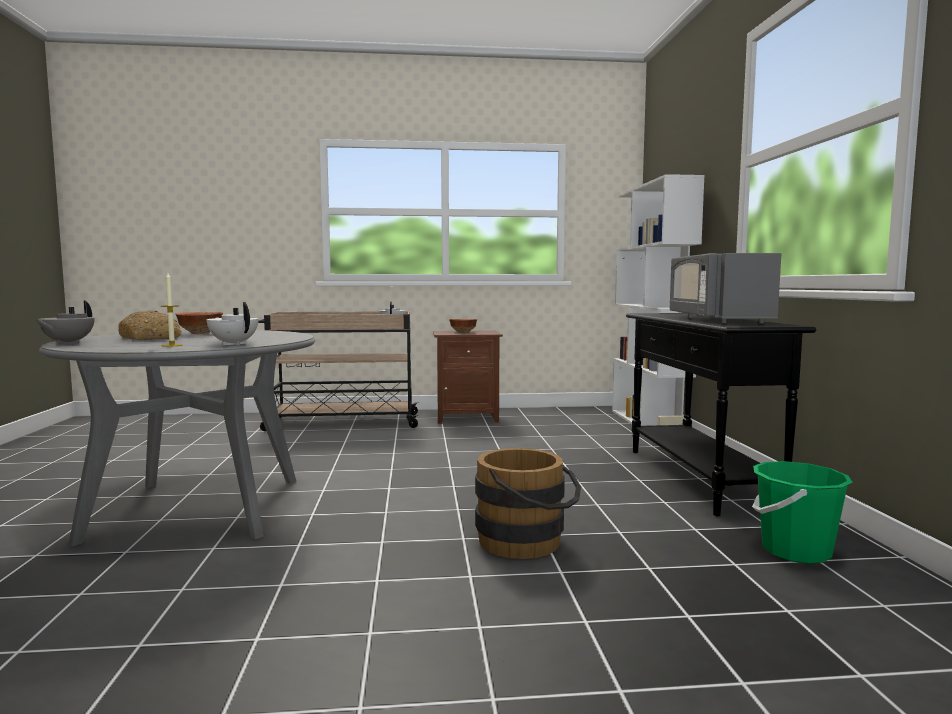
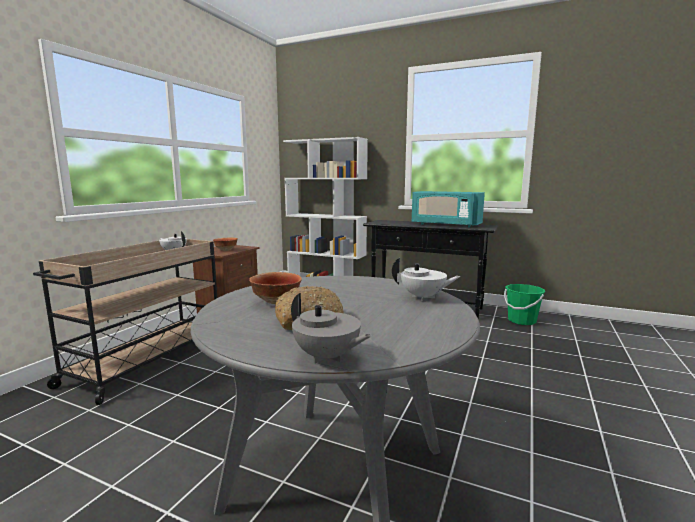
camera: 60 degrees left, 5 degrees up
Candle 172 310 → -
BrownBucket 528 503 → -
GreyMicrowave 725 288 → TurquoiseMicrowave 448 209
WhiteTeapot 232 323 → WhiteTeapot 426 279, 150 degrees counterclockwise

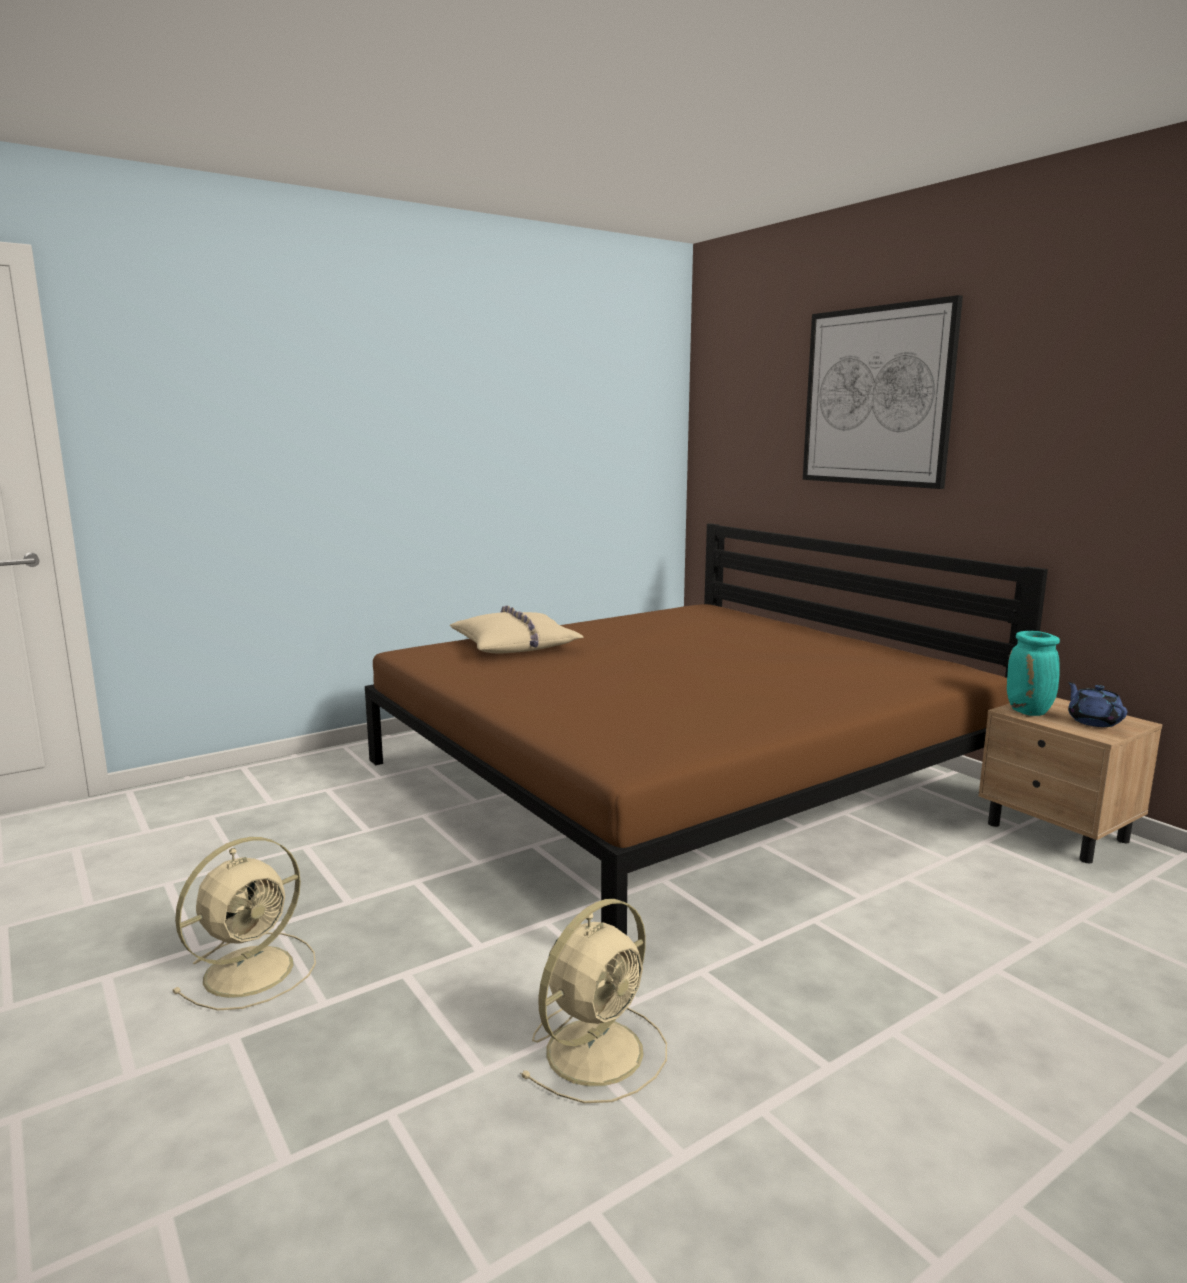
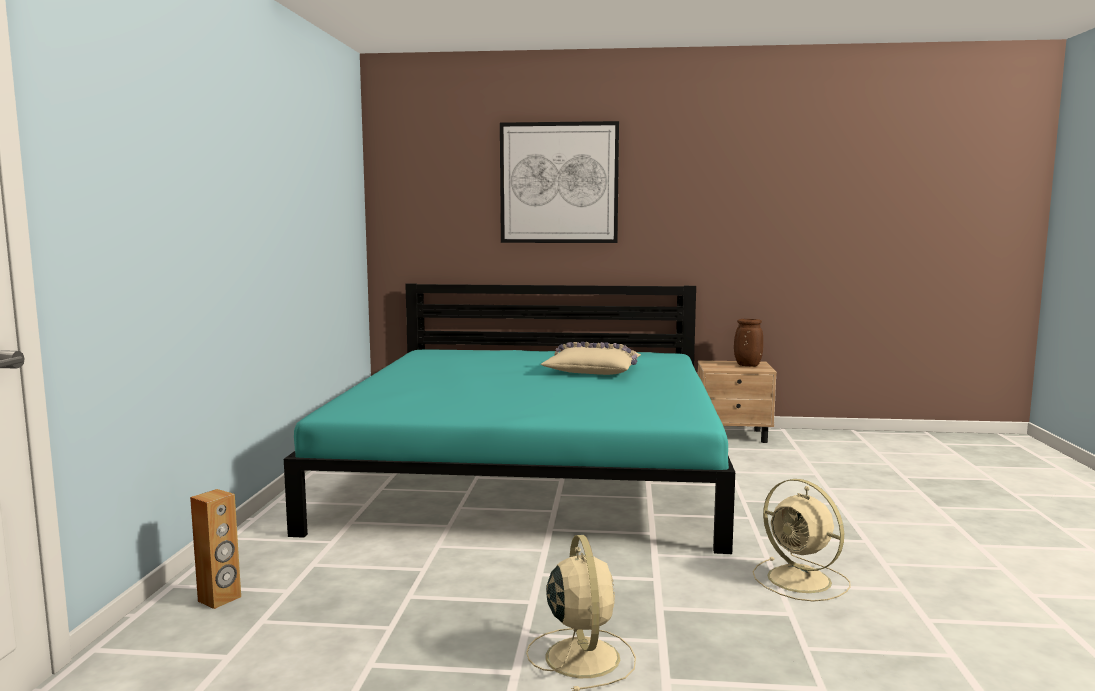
camera: 50 degrees left, 5 degrees down
TurquoiseVase 1033 673 → -
- → BrownSpeaker 215 549
BeigePillow 517 629 → BeigePillow 591 358, shifted
BlueTeapot 1097 704 → BrownVase 748 343
BrownBed 706 729 → TurquoiseBed 509 418
BeigeFan 593 1001 → BeigeFan 802 540, 150 degrees clockwise

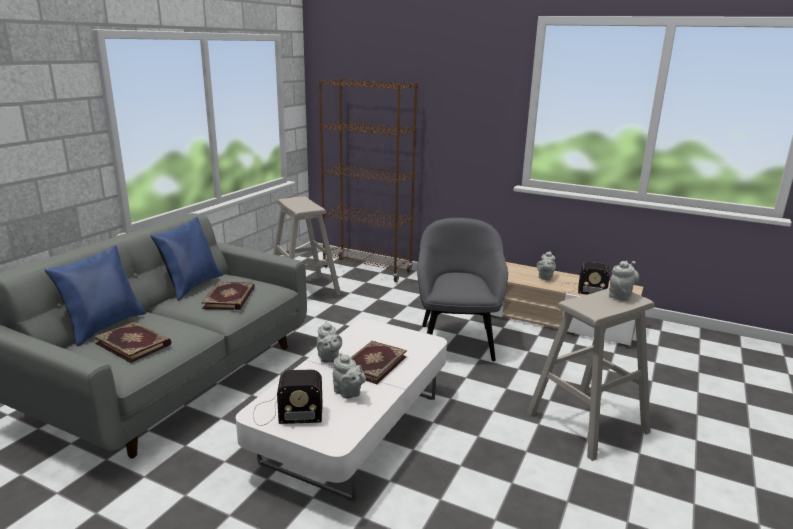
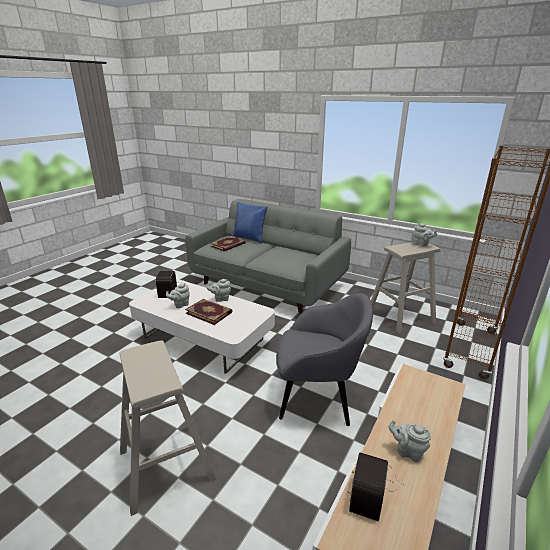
camera: 95 degrees right, 5 degrees up
BluePillow 187 259 → -
Book 228 295 → -
GreyTeapot 624 280 → GreyTeapot 425 234, shifted

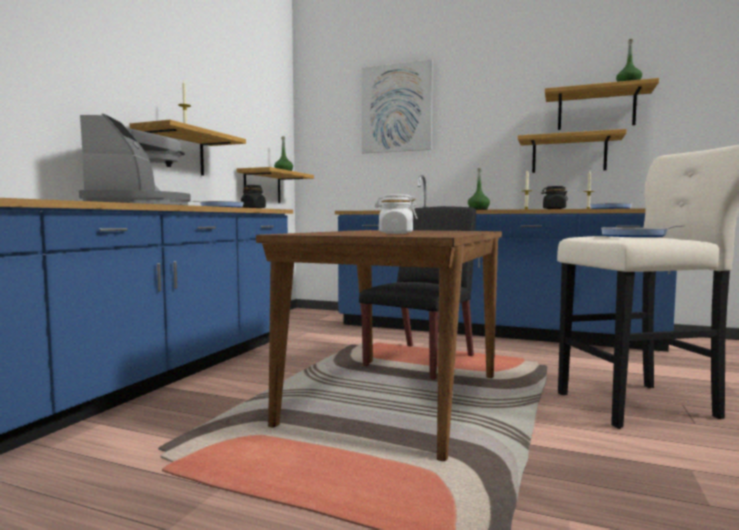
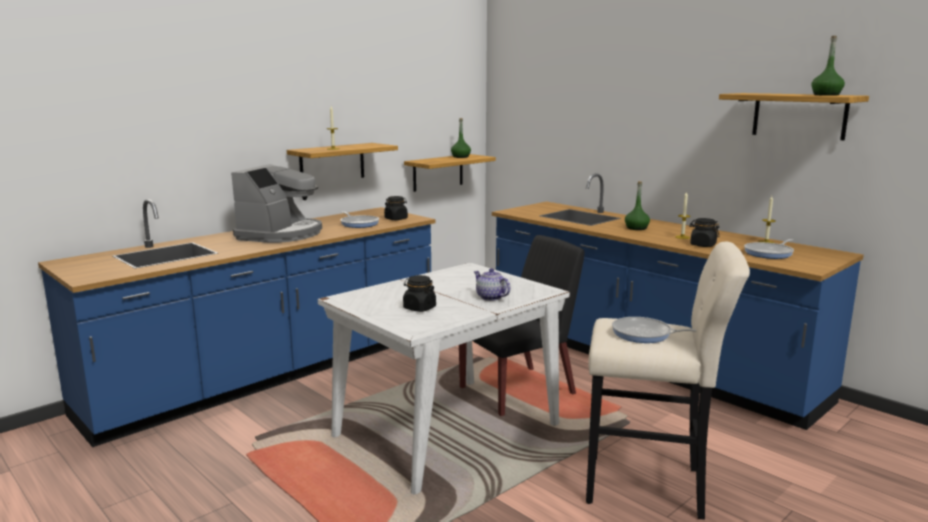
camera: 25 degrees right, 10 degrees up
Picture 397 106 → -
Shelf 572 151 → -
- → Teapot 492 284
BrownDiningTable 379 345 → WhiteDiningTable 444 378
WhiteJar 396 214 → BlackJar 419 293

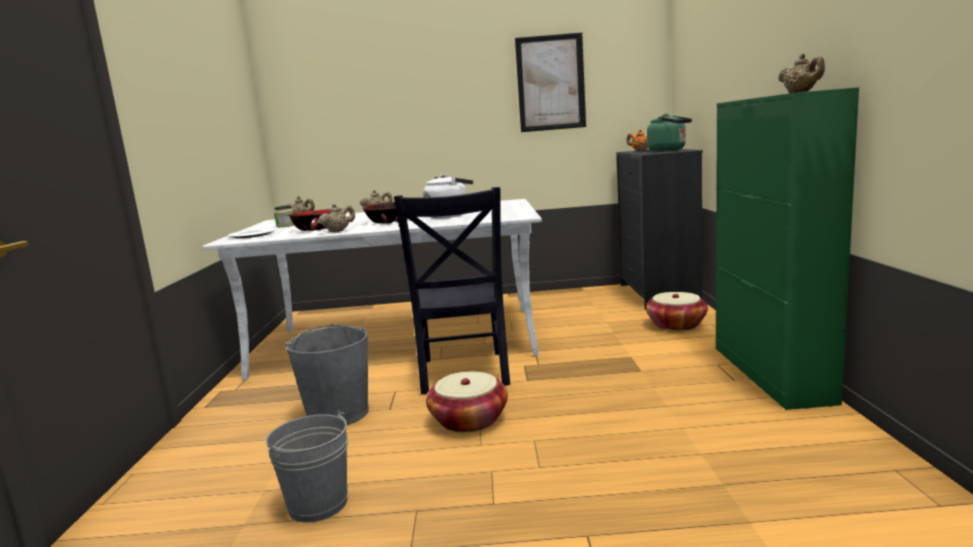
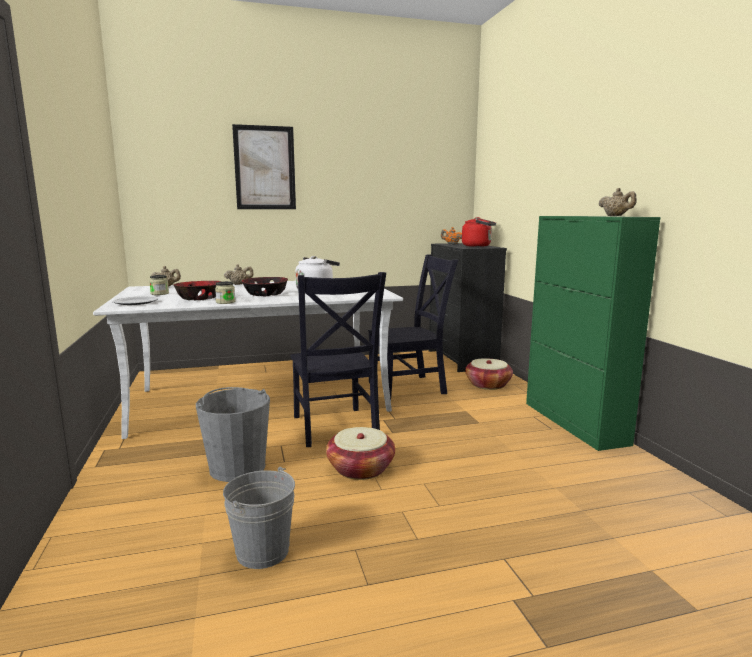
camera: 15 degrees left, 0 degrees up
- → BlackChair 413 326
Picture 550 82 → Picture 264 166, shifted
BeigeTeapot 337 218 → Jar 225 292
GreenKettle 669 133 → RedKettle 479 232

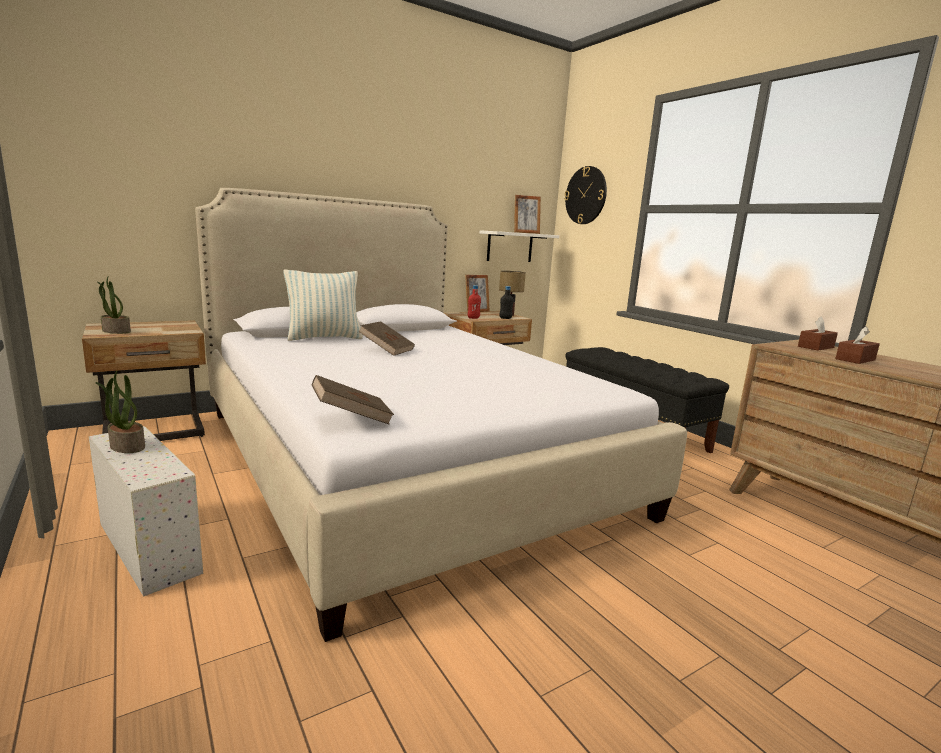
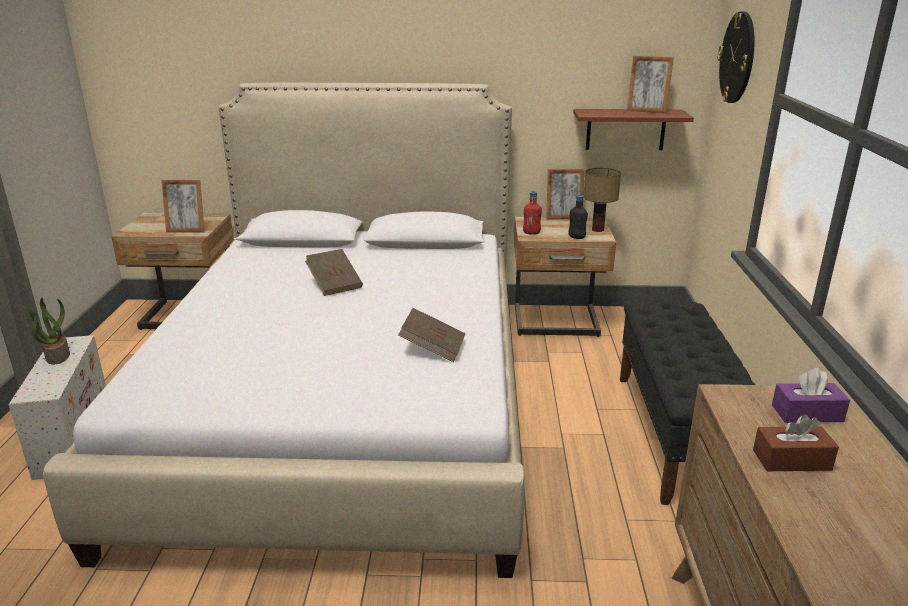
camera: 35 degrees right, 10 degrees up
PottedPlant 114 305 → -
Pillow 323 305 → -
- → PictureFrame 182 206
BrownBook 353 400 → BrownBook 432 335, shifted
WhiteShelf 519 246 → BrownShelf 633 129
BrownTissueBox 818 333 → PurpleTissueBox 811 395

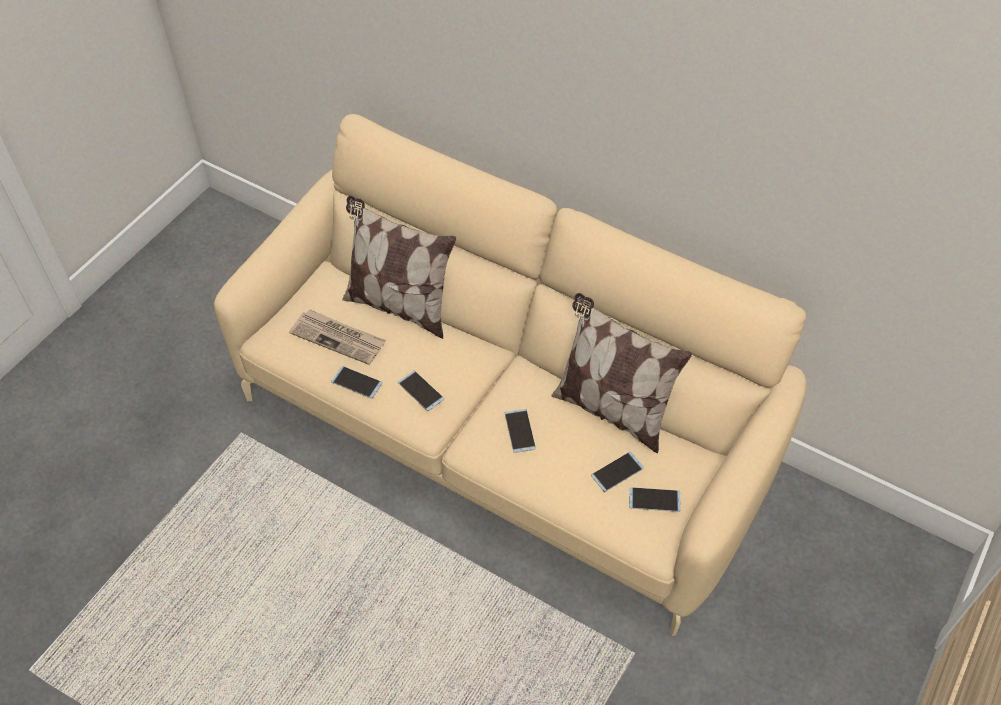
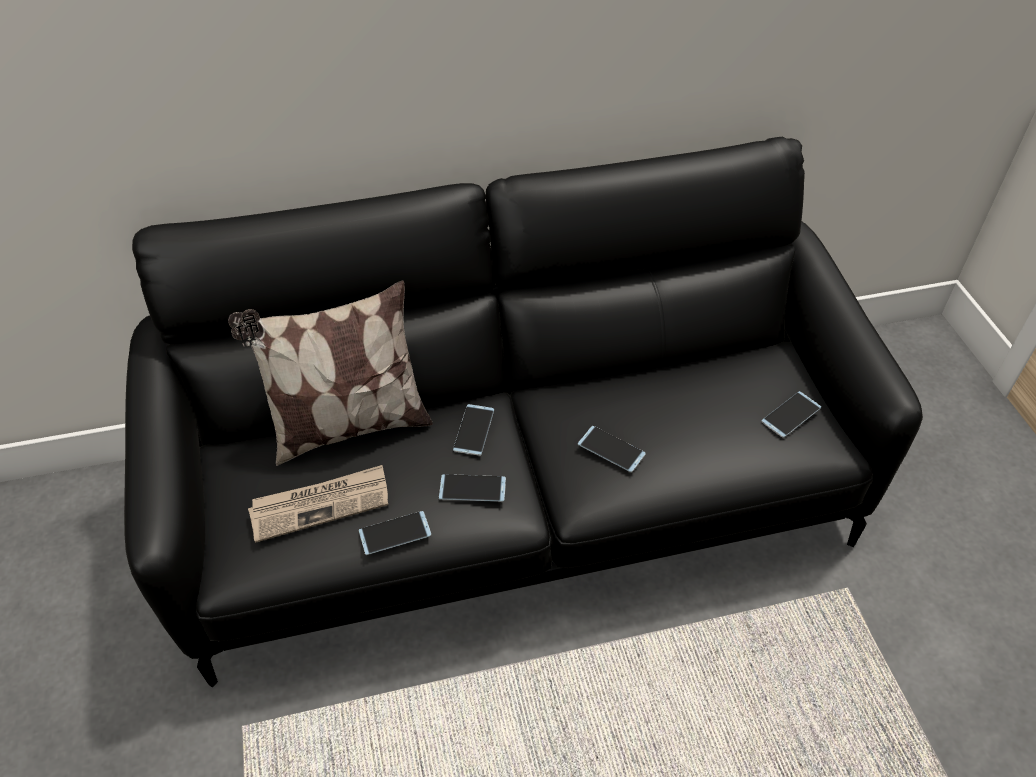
camera: 45 degrees left, 5 degrees down
Pillow 621 373 → -
Phone 617 472 → Phone 473 430, shifted
BeigeSofa 510 375 → BlackSofa 523 412

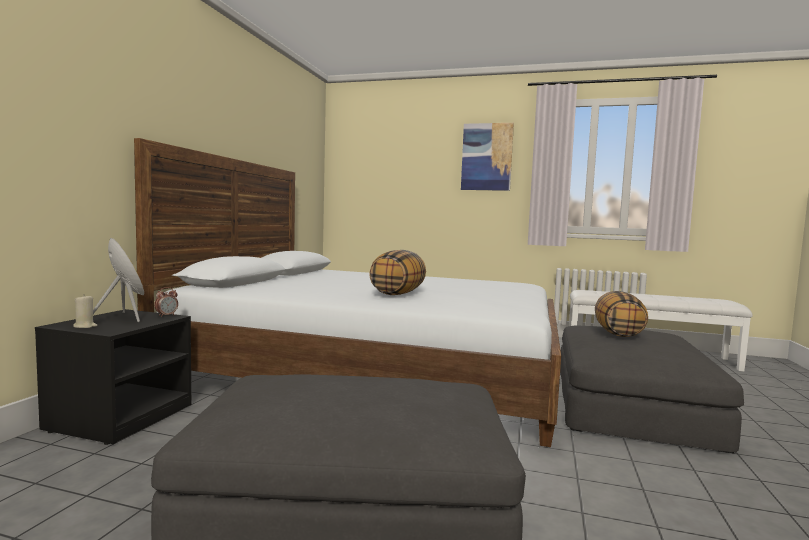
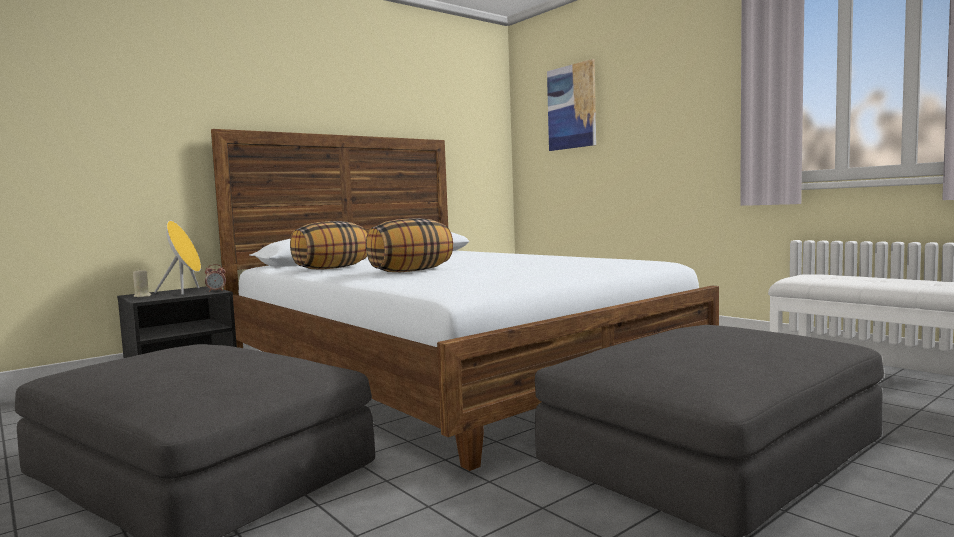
camera: 35 degrees right, 0 degrees up
Picture 487 157 → Picture 571 105, shifted
Pillow 621 314 → Pillow 329 245, shifted

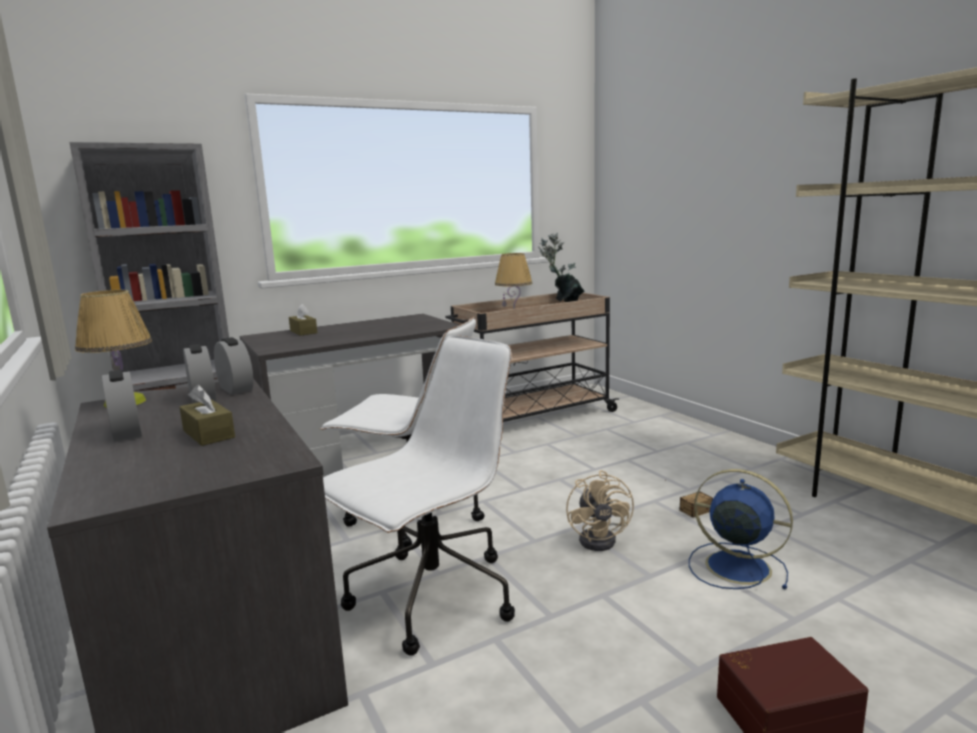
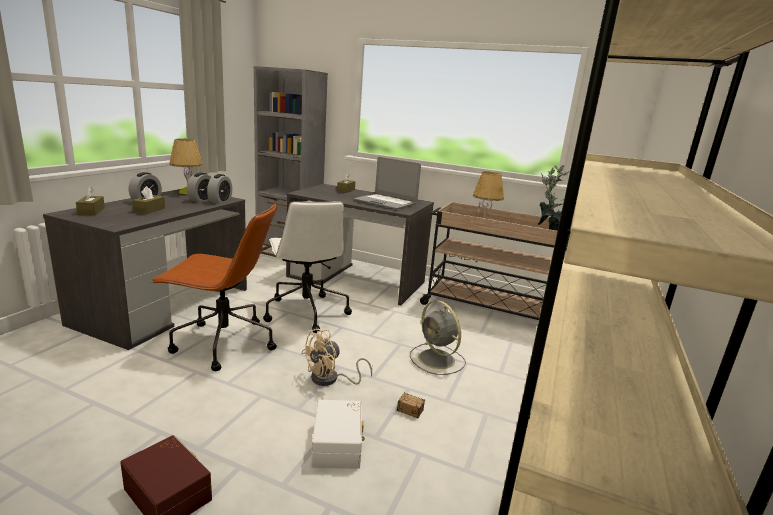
camera: 50 degrees right, 5 degrees up
- → BrownTissueBox 90 201
- → Laptop 387 183
- → GreyFan 438 338
BlueFan 741 529 → WhiteStorageBox 338 434
WhiteOfficeChair 419 495 → BrownOfficeChair 213 287

